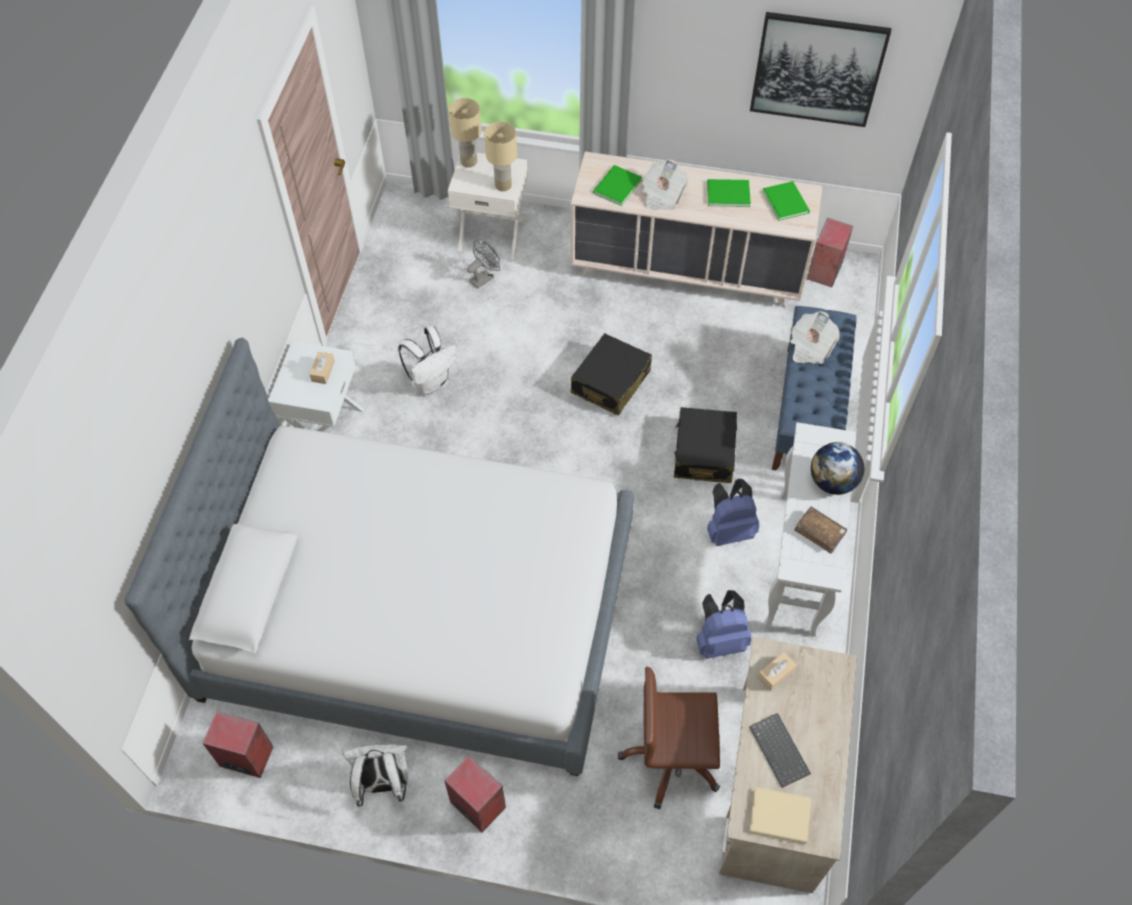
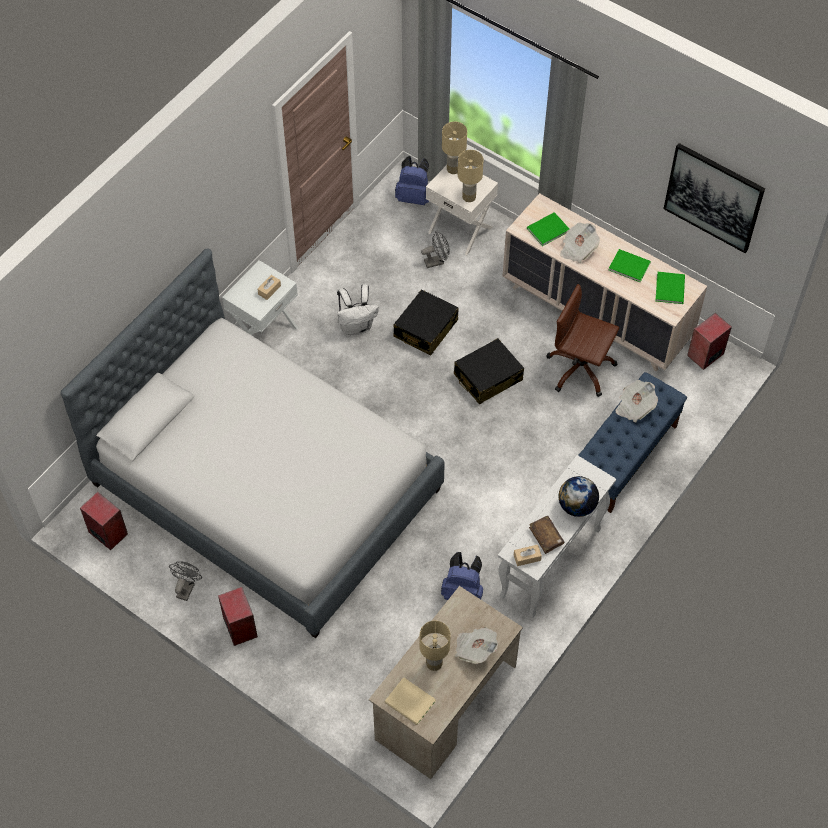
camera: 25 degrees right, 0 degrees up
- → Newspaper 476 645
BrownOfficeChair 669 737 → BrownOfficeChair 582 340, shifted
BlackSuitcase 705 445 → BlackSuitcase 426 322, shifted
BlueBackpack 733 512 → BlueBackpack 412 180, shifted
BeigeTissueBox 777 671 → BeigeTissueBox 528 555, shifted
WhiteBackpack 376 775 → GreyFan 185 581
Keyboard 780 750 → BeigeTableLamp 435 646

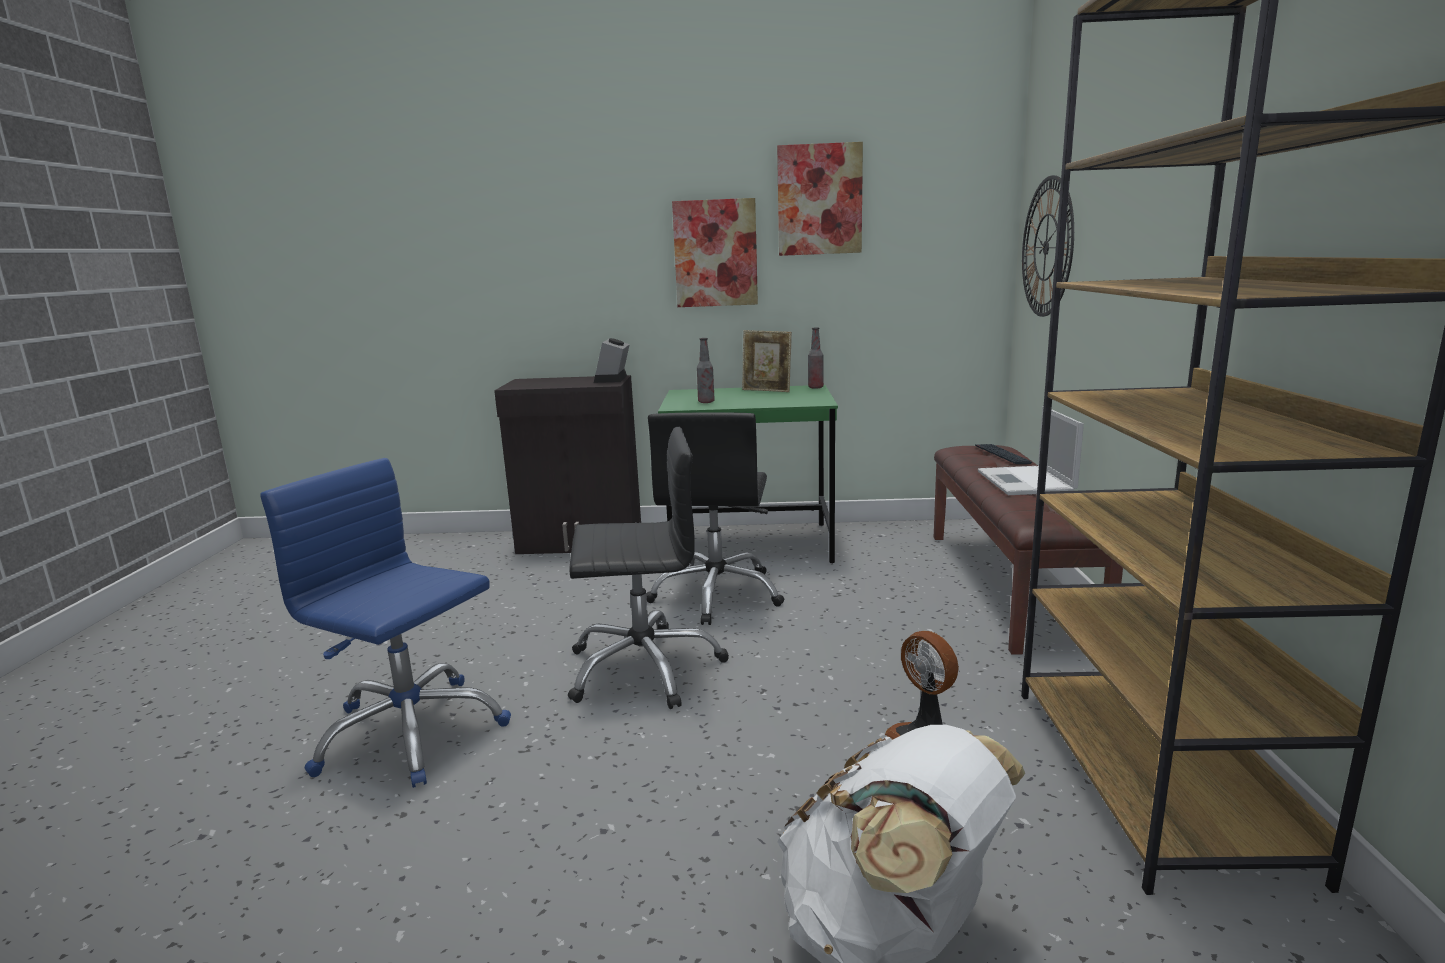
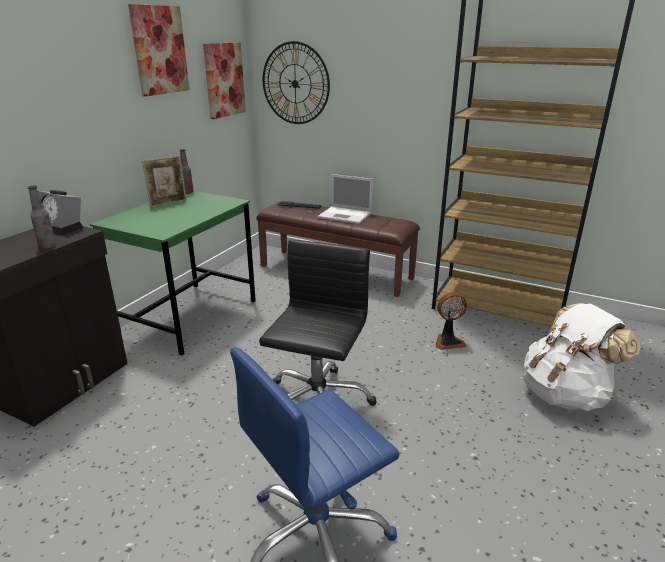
camera: 65 degrees left, 10 degrees up
BlackOfficeChair 715 518 → -
Picture 715 252 → Picture 224 80, shifted
Bottle 706 370 → Bottle 42 217, shifted

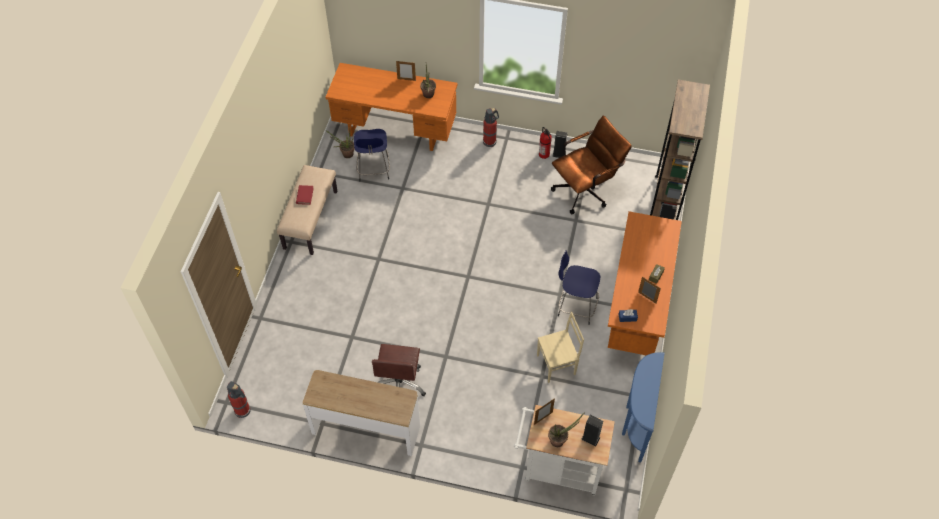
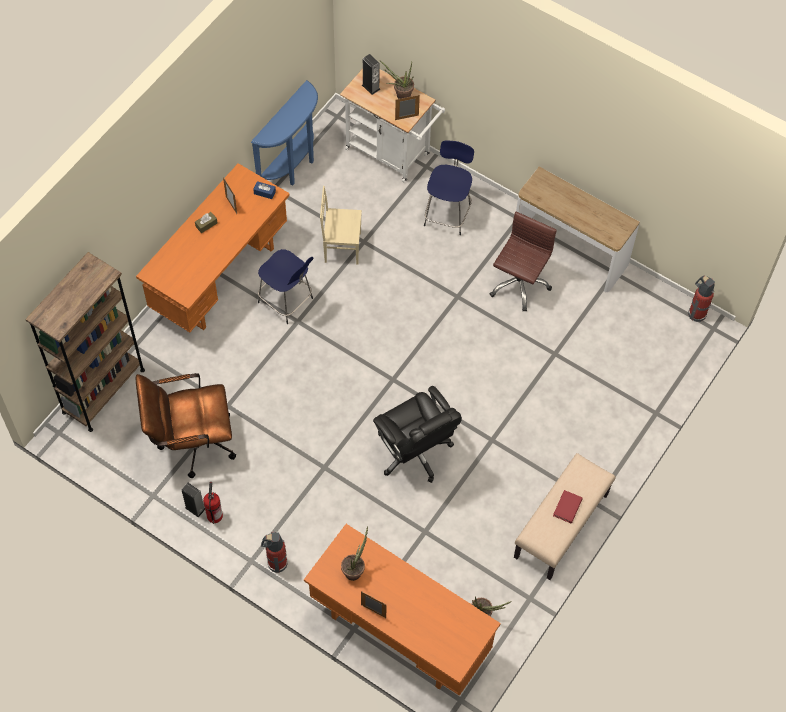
camera: 160 degrees left, 5 degrees up
- → BlackOfficeChair 417 434
BlueStool 372 155 → BlueStool 449 188, shifted

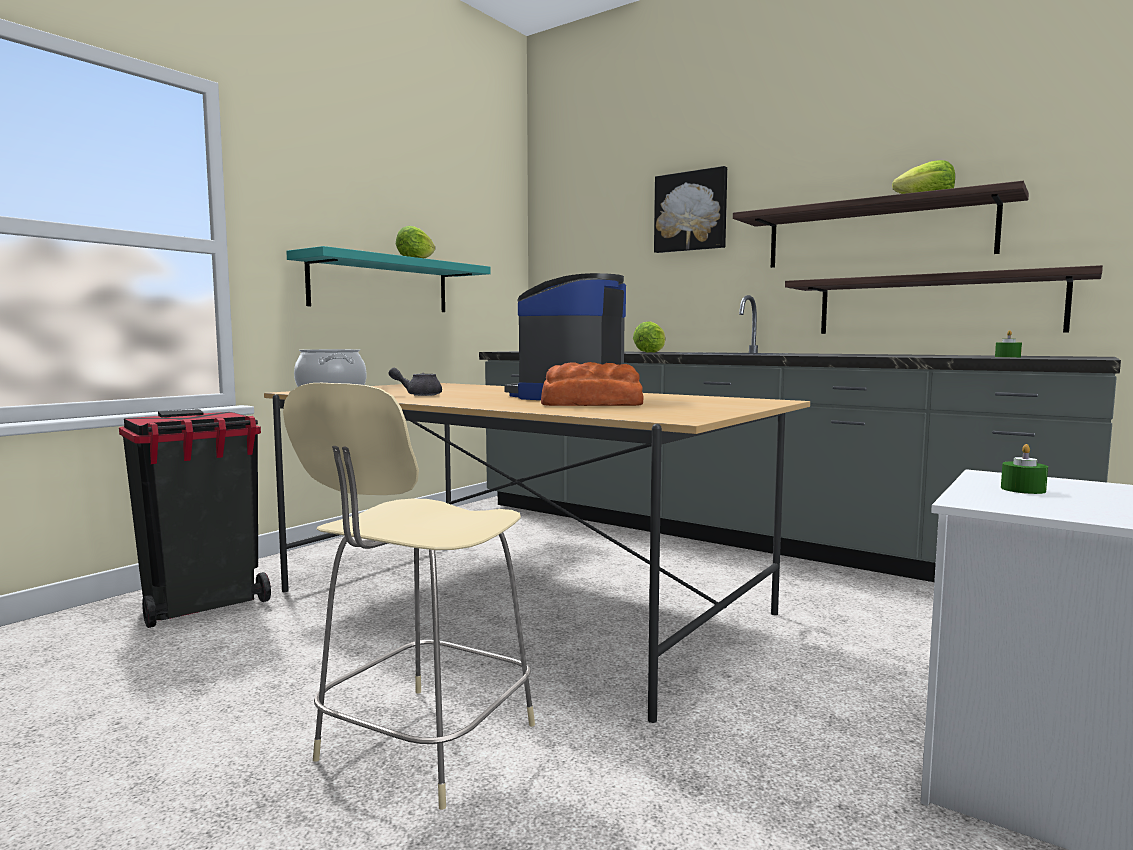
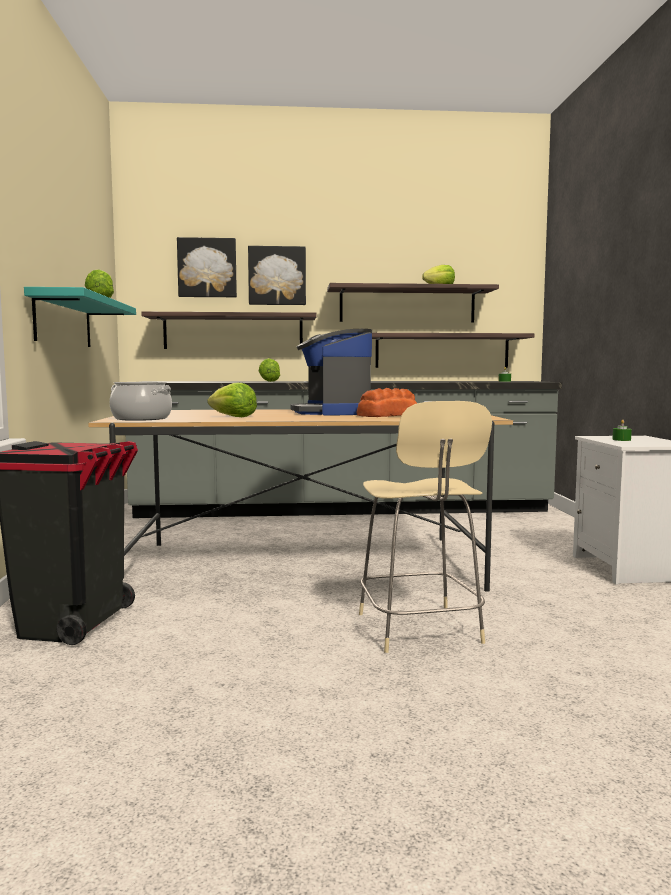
camera: 40 degrees left, 0 degrees up
- → Shelf 229 330
- → Picture 207 267
GreyTeapot 415 382 → Lettuce 232 400

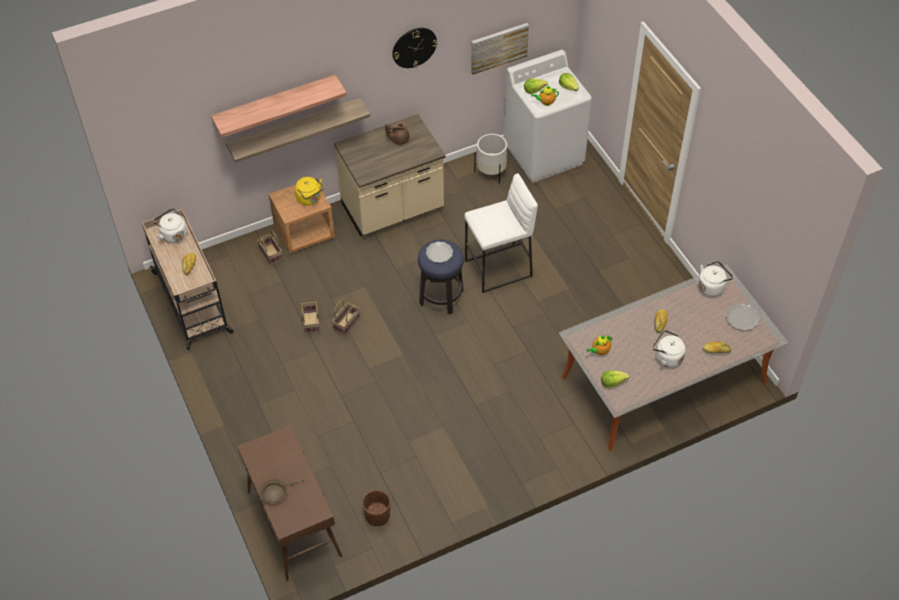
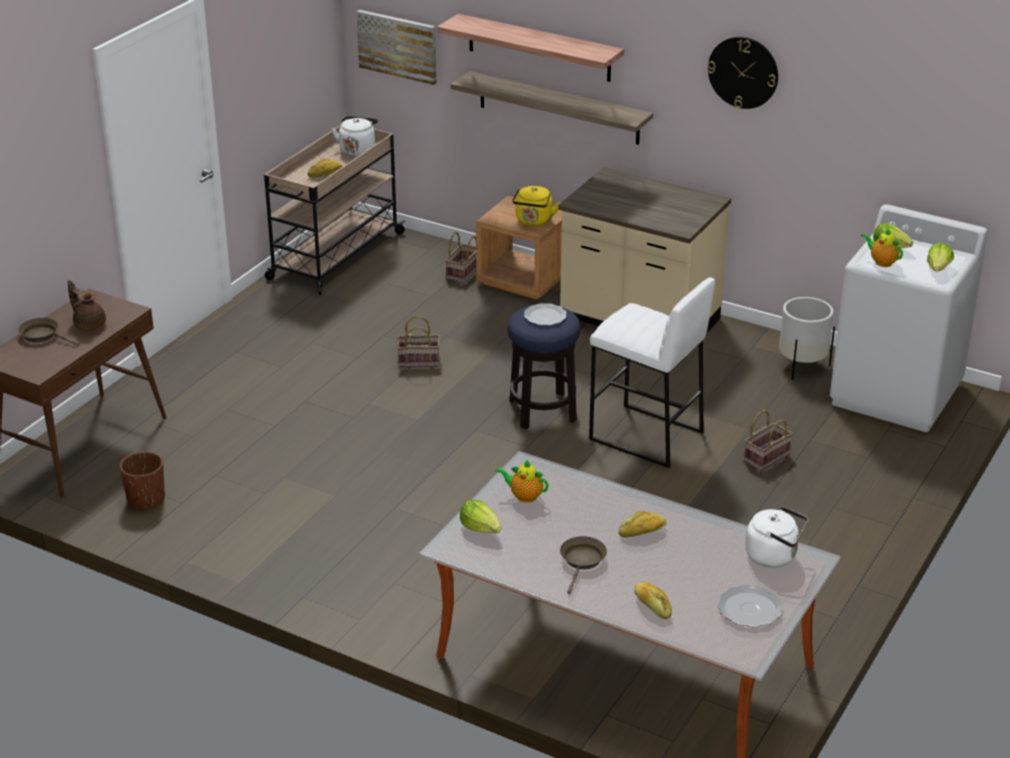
camera: 55 degrees right, 20 degrees down
Basket 310 317 → Basket 768 440, shifted
BrownTeapot 397 133 → BrownTeapot 87 305, shifted
Picture 500 49 → Picture 396 47, shifted
WhiteKettle 669 349 → BrownFryingPan 583 565

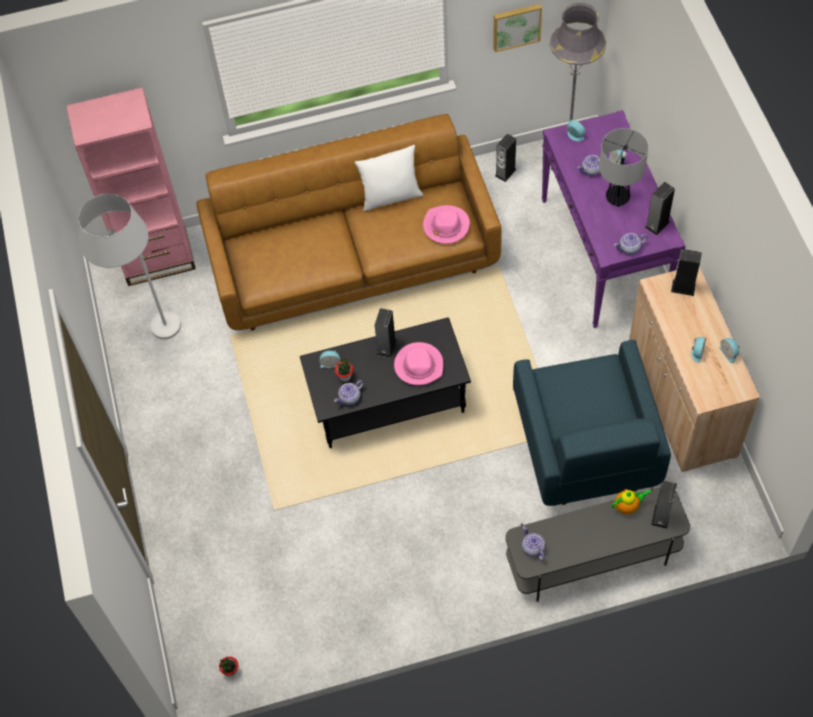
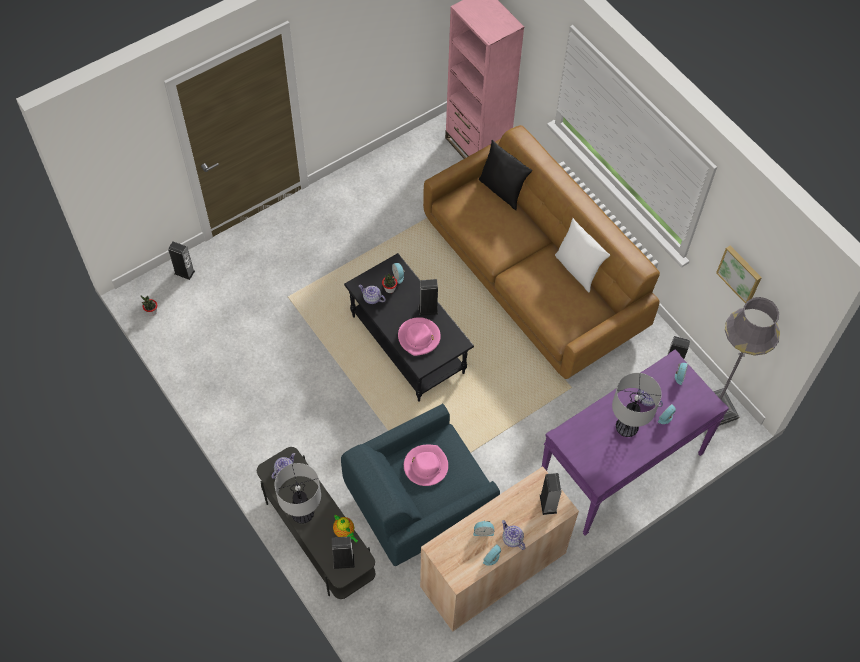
camera: 65 degrees right, 0 degrees up
WhiteFloorLamp 129 266 → -
- → TableLamp 298 493
- → BlackPillow 505 175
PinkHat 446 224 → PinkHat 426 465, shifted
Teapot 631 244 → Teapot 514 535, shifted
Speaker 660 209 → Speaker 181 260, shifted

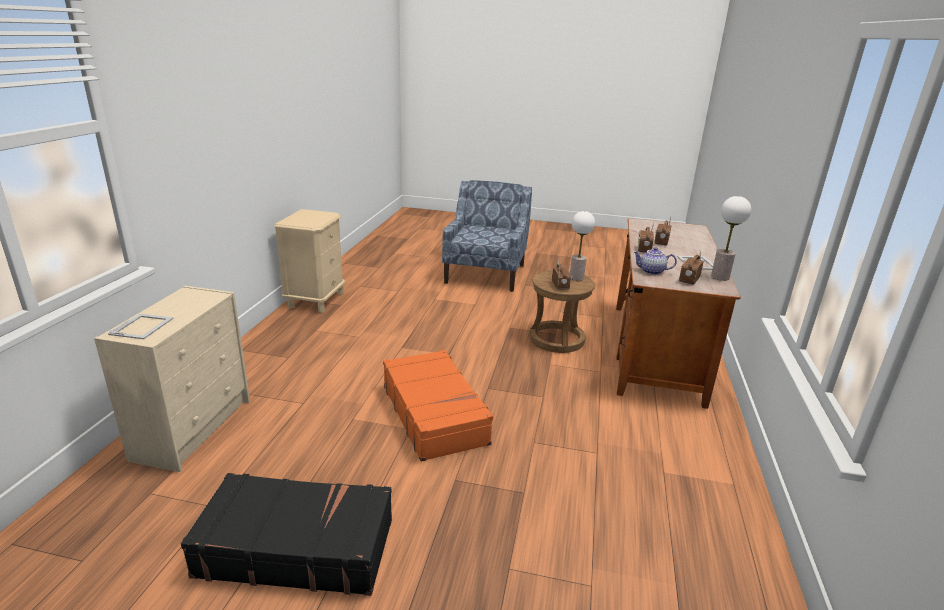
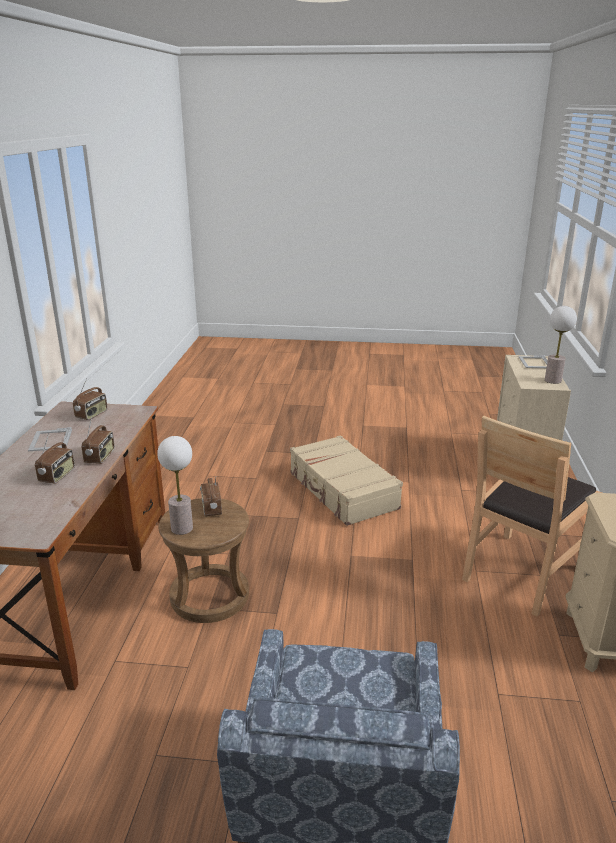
camera: 175 degrees right, 0 degrees up
BlackSuitcase 286 534 → -
Teapot 655 261 → -
- → BrownChair 532 516
TableLamp 731 238 → TableLamp 561 345, shifted
OrangeSuitcase 438 406 → BeigeSuitcase 346 480

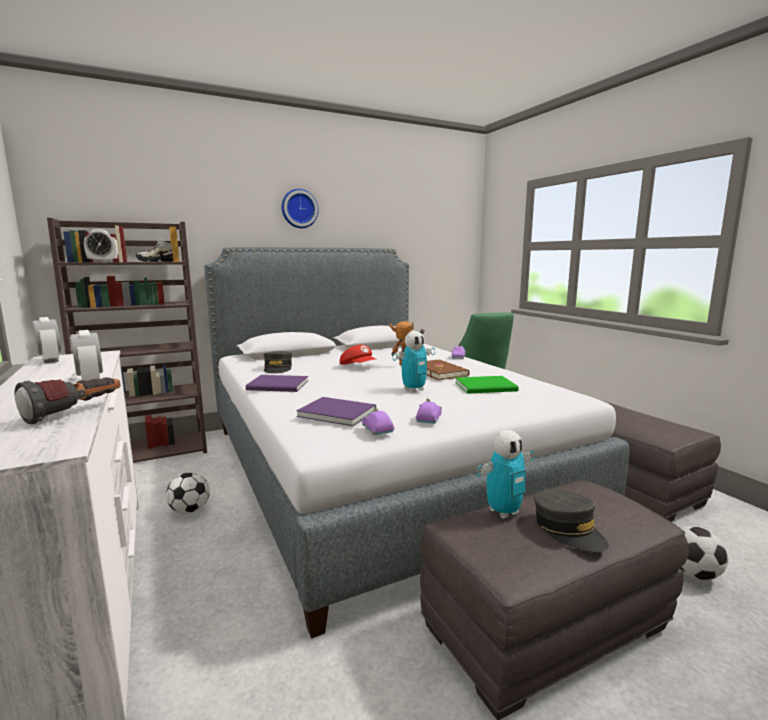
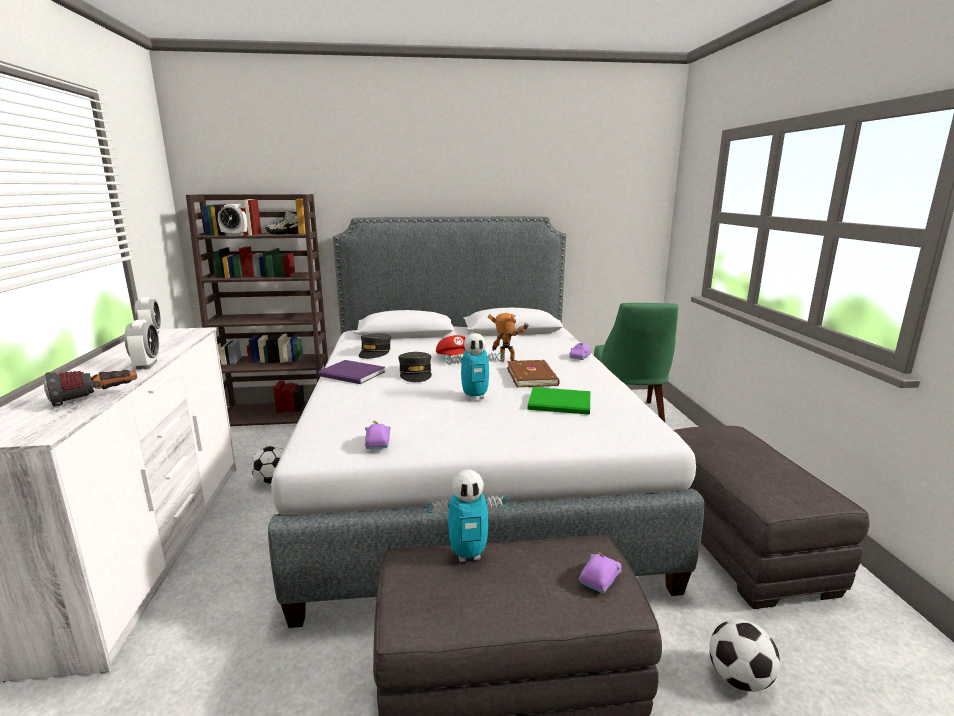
camera: 20 degrees right, 5 degrees up
WallClock 300 208 → -
PurpleBook 336 411 → -
PurpleToyCar 429 411 → PurpleToyCar 600 572, shifted
GreyCap 571 520 → GreyCap 415 367, shifted

